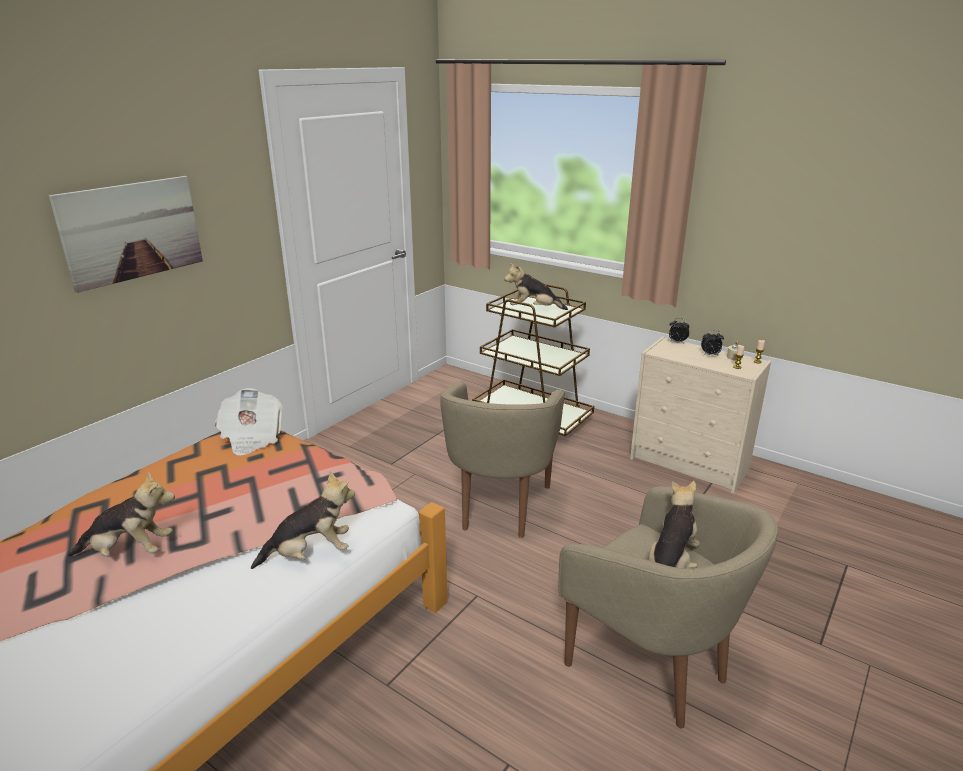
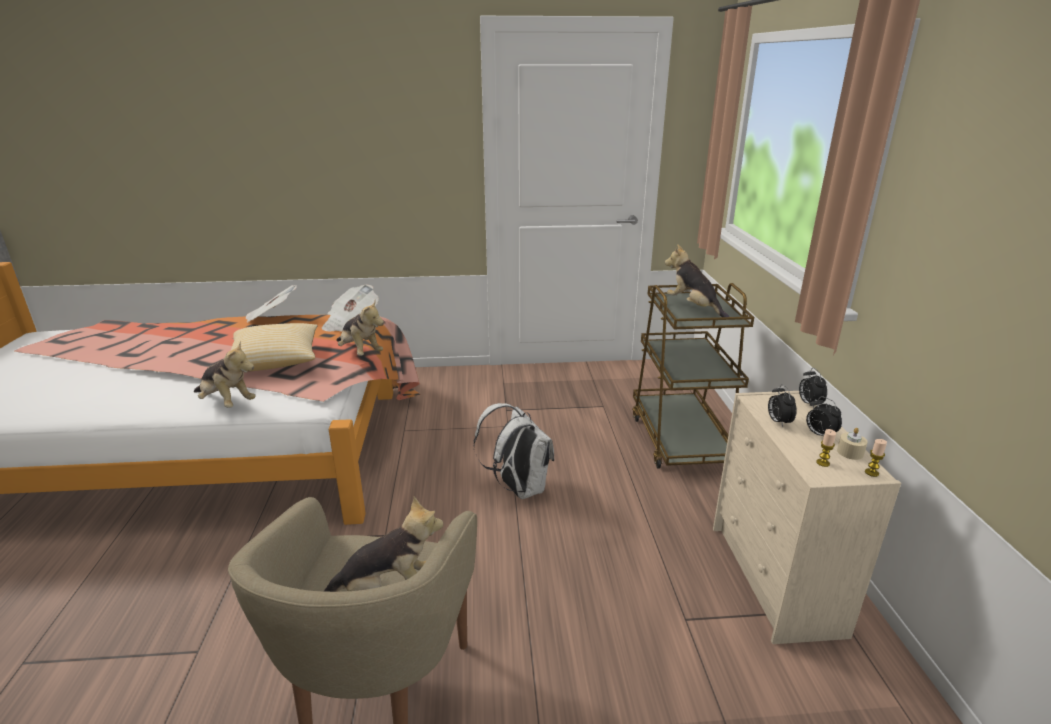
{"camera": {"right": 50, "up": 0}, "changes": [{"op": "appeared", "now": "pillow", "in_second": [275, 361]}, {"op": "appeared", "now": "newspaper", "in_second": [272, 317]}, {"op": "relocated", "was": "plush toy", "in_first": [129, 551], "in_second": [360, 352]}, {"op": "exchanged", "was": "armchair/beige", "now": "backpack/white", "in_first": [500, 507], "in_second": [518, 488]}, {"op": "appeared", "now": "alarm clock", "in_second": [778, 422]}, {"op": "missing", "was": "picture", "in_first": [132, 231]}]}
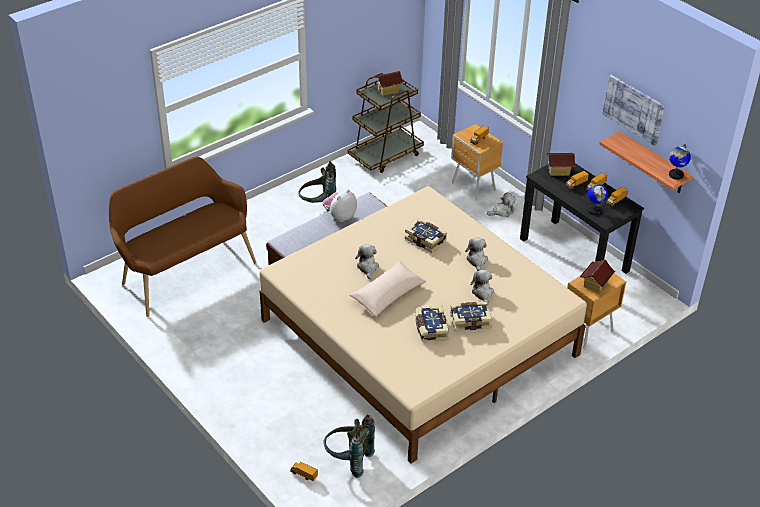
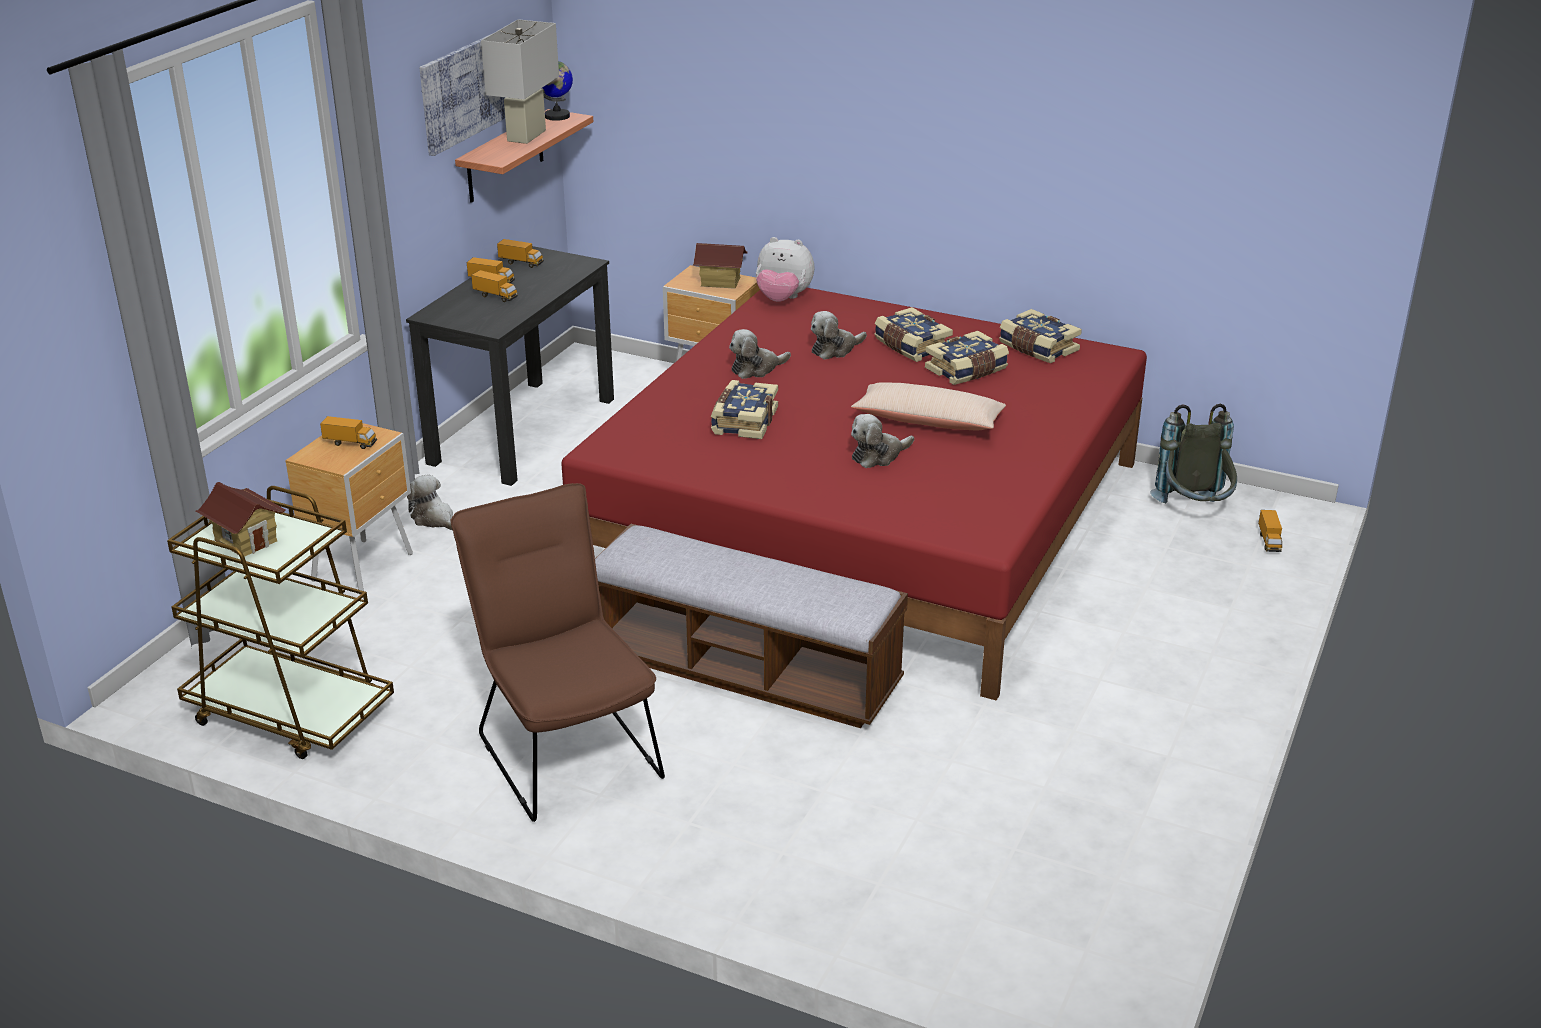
{"camera": {"right": -115, "up": -10}, "changes": [{"op": "exchanged", "was": "backpack/grey", "now": "chair/brown", "in_first": [319, 207], "in_second": [564, 748]}, {"op": "appeared", "now": "table lamp/white", "in_second": [526, 136]}, {"op": "colour", "was": "bed/beige", "now": "bed/red", "in_first": [418, 337], "in_second": [867, 521]}, {"op": "relocated", "was": "plush toy", "in_first": [340, 216], "in_second": [783, 299]}, {"op": "appeared", "now": "book", "in_second": [1037, 348]}, {"op": "missing", "was": "bench/brown", "in_first": [184, 271]}, {"op": "missing", "was": "toy house", "in_first": [559, 171]}, {"op": "missing", "was": "globe", "in_first": [594, 210]}]}
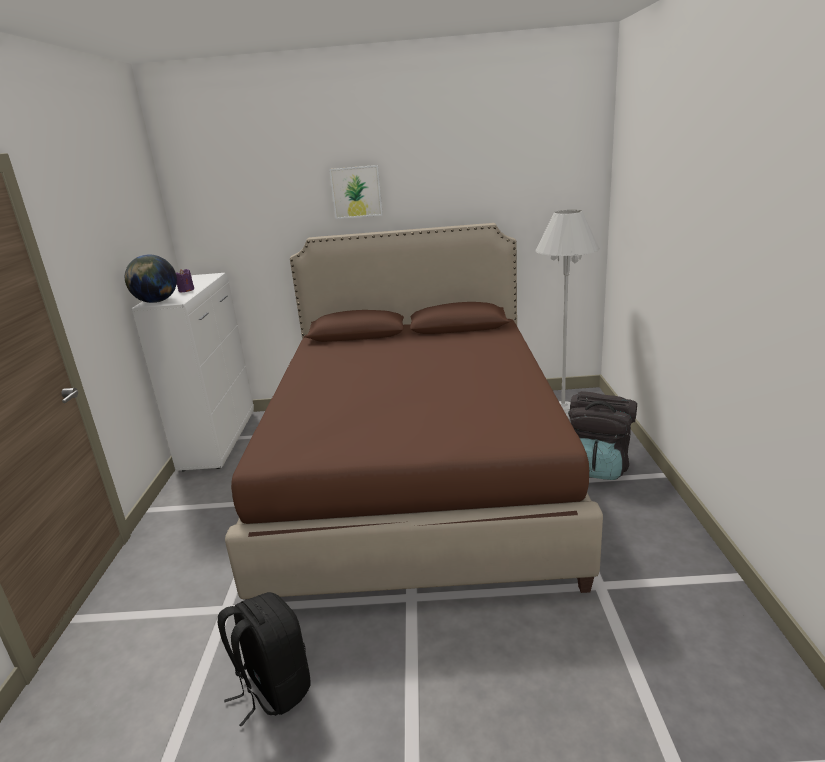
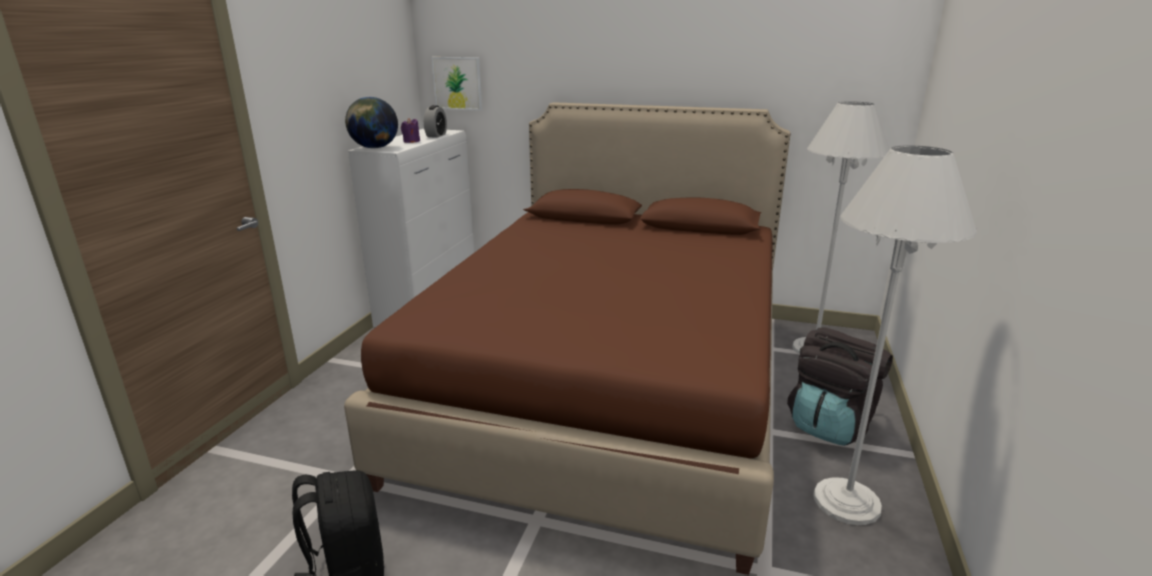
{"camera": {"right": 15, "up": 0}, "changes": [{"op": "appeared", "now": "alarm clock", "in_second": [436, 135]}, {"op": "relocated", "was": "picture", "in_first": [356, 192], "in_second": [457, 83]}, {"op": "appeared", "now": "floor lamp/white", "in_second": [847, 502]}]}
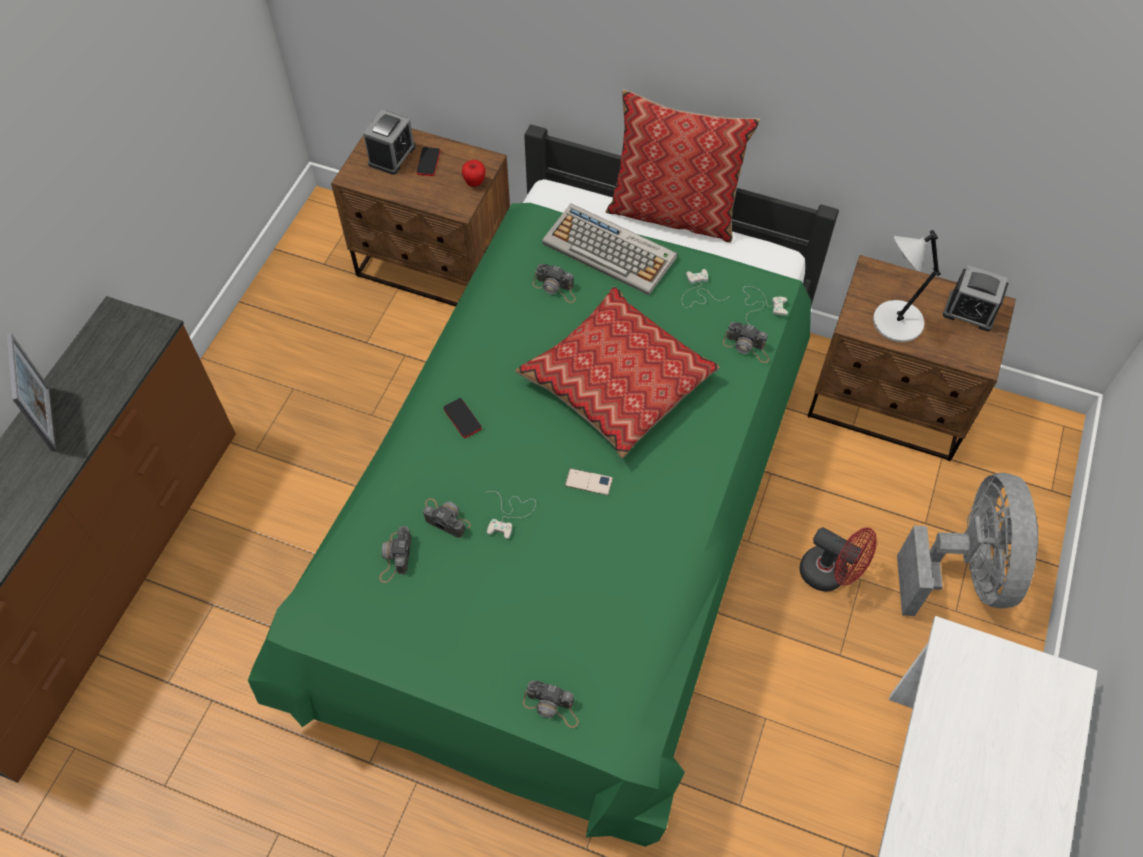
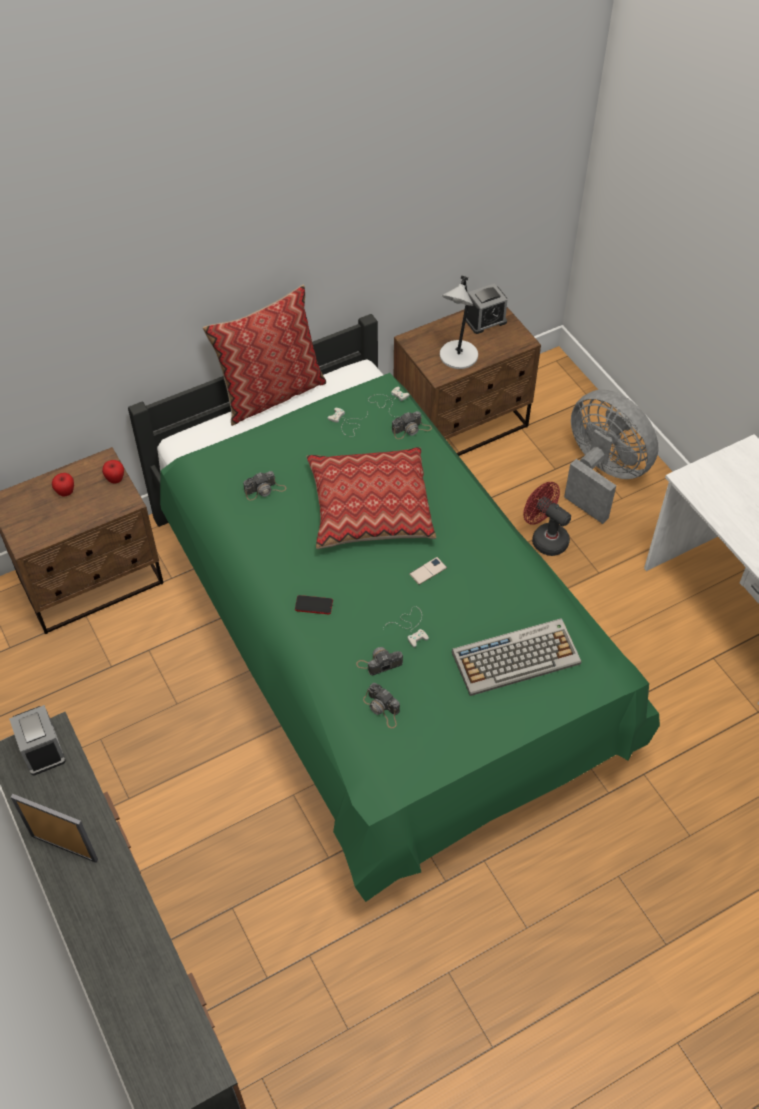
{"camera": {"right": -50, "up": -5}, "changes": [{"op": "relocated", "was": "alarm clock", "in_first": [392, 155], "in_second": [42, 749]}, {"op": "exchanged", "was": "phone", "now": "apple", "in_first": [428, 162], "in_second": [65, 492]}, {"op": "relocated", "was": "keyboard", "in_first": [610, 250], "in_second": [516, 657]}, {"op": "spun", "was": "fan/red", "in_first": [830, 574], "in_second": [545, 538], "clockwise": -120}, {"op": "missing", "was": "photo camera", "in_first": [552, 707]}]}
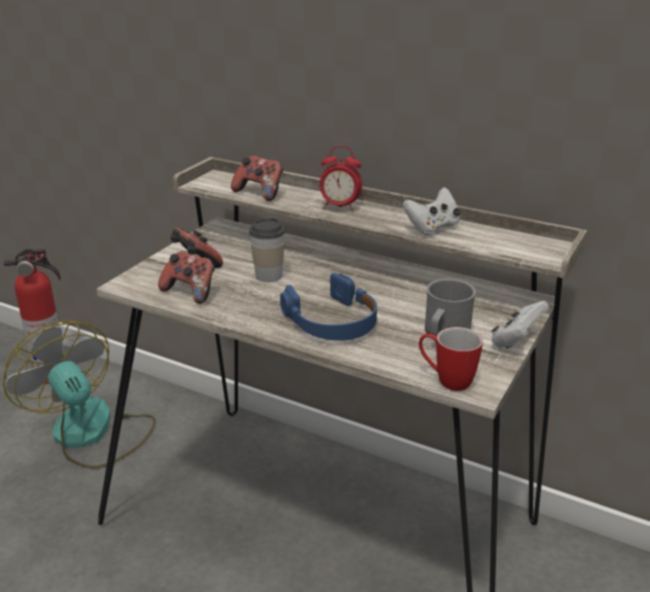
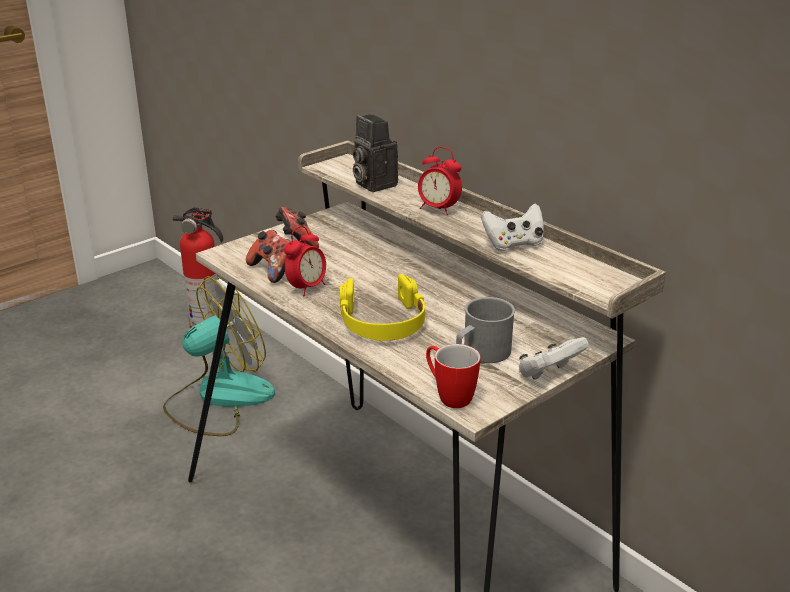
{"camera": {"right": 20, "up": 0}, "changes": [{"op": "spun", "was": "fan", "in_first": [91, 434], "in_second": [218, 398], "clockwise": 75}, {"op": "appeared", "now": "alarm clock", "in_second": [306, 288]}, {"op": "colour", "was": "headphones/blue", "now": "headphones/yellow", "in_first": [332, 321], "in_second": [383, 321]}, {"op": "exchanged", "was": "game controller", "now": "photo camera", "in_first": [259, 193], "in_second": [372, 184]}, {"op": "missing", "was": "cup", "in_first": [268, 276]}]}
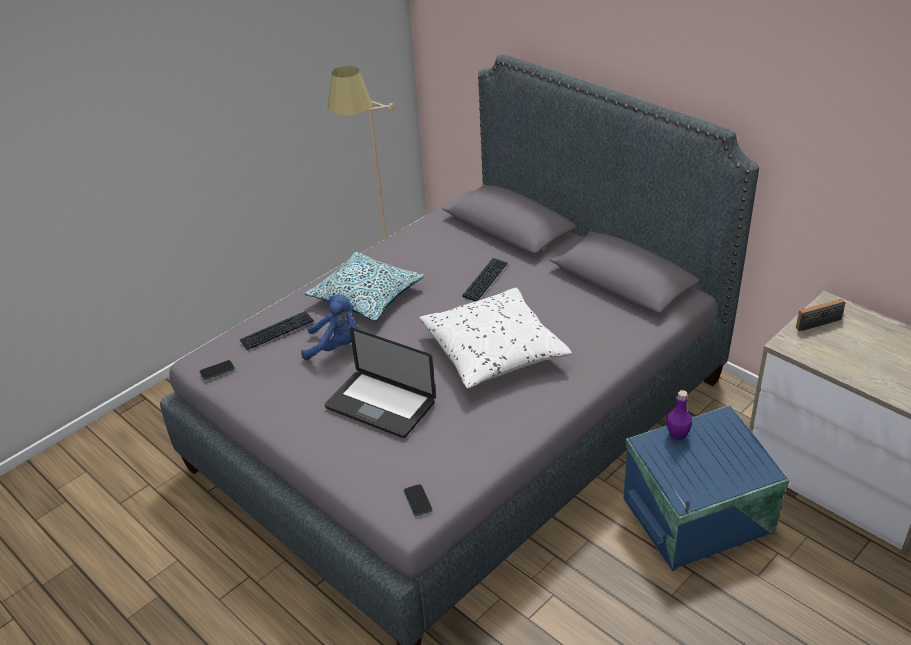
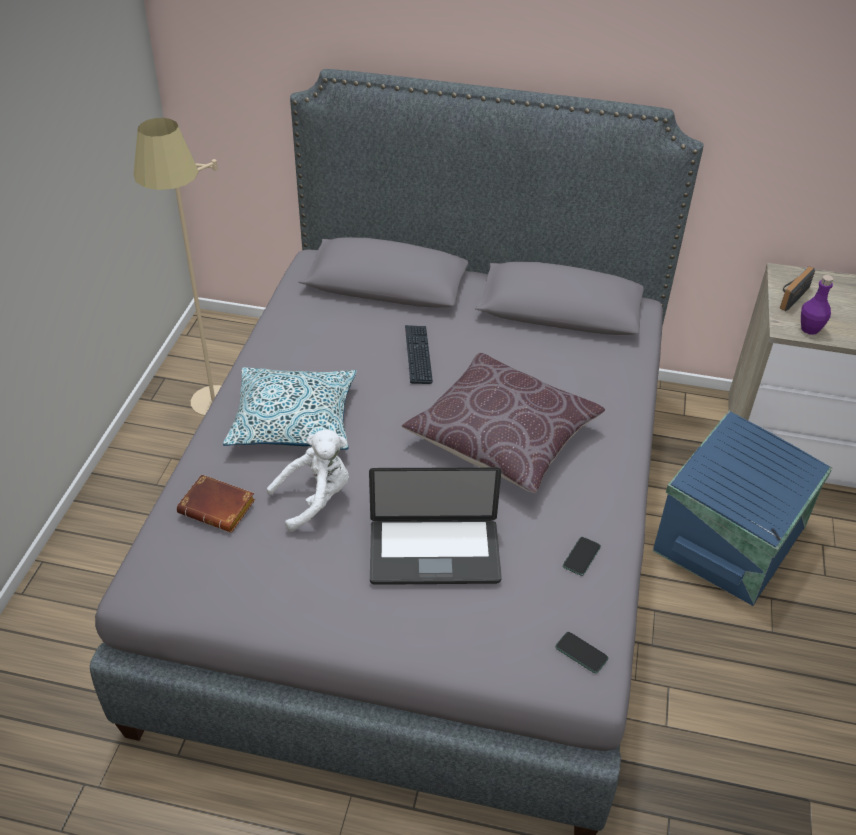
{"camera": {"right": -35, "up": 5}, "changes": [{"op": "exchanged", "was": "keyboard", "now": "book/brown", "in_first": [277, 331], "in_second": [219, 507]}, {"op": "colour", "was": "plush toy/blue", "now": "plush toy/white", "in_first": [336, 346], "in_second": [315, 499]}, {"op": "colour", "was": "pillow/white", "now": "pillow/brown", "in_first": [493, 351], "in_second": [502, 437]}, {"op": "relocated", "was": "phone", "in_first": [217, 370], "in_second": [581, 556]}, {"op": "relocated", "was": "bottle/purple", "in_first": [677, 434], "in_second": [810, 329]}]}
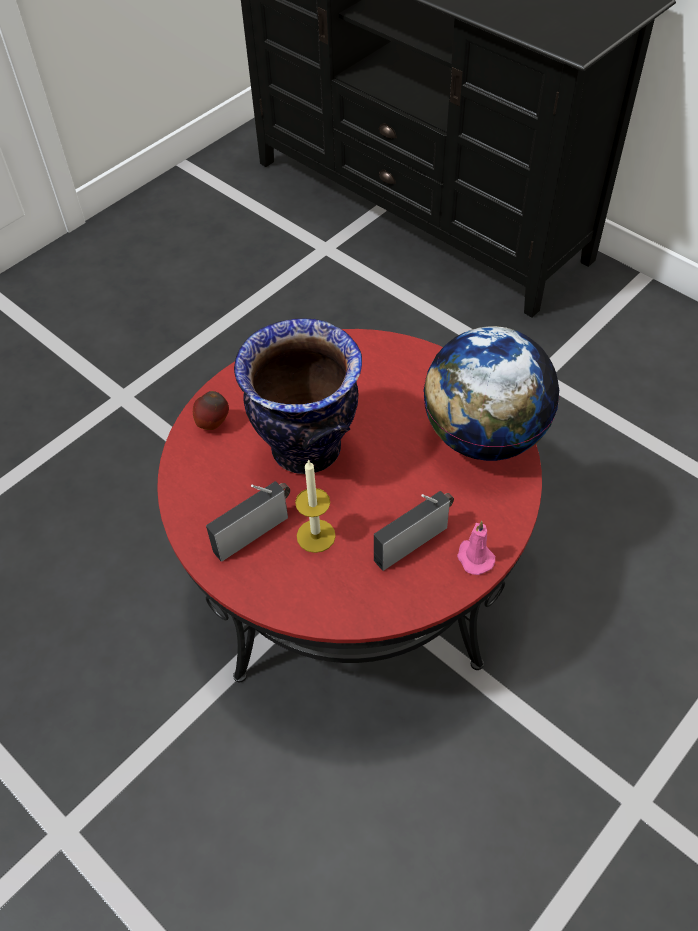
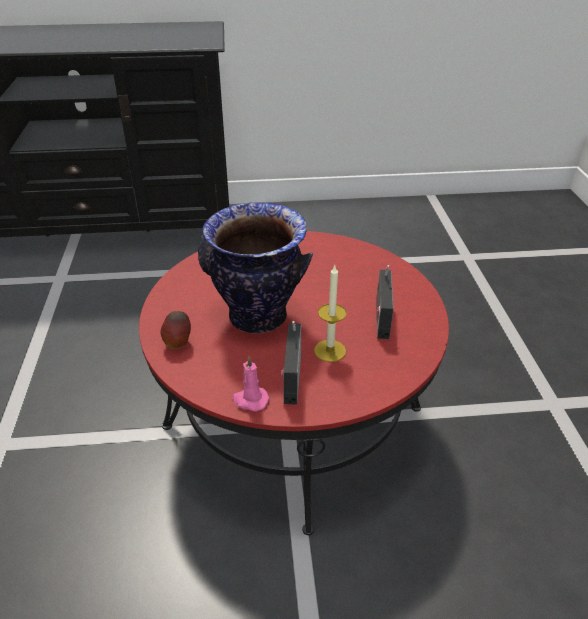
{"camera": {"right": -50, "up": -15}, "changes": [{"op": "relocated", "was": "candle/pink", "in_first": [474, 557], "in_second": [250, 400]}, {"op": "missing", "was": "globe", "in_first": [483, 435]}]}
